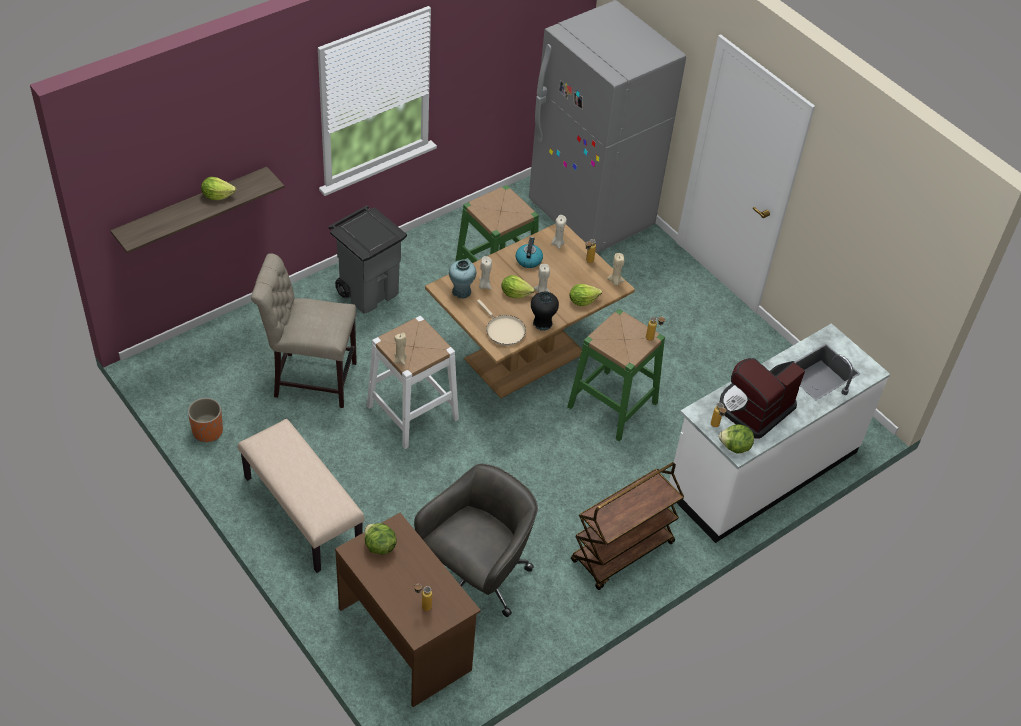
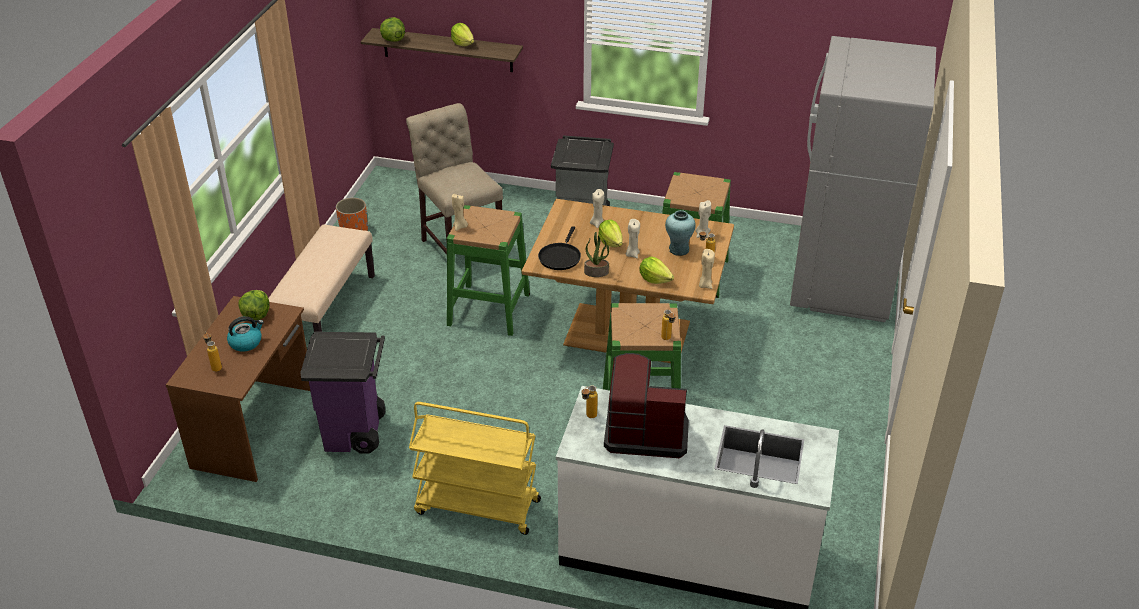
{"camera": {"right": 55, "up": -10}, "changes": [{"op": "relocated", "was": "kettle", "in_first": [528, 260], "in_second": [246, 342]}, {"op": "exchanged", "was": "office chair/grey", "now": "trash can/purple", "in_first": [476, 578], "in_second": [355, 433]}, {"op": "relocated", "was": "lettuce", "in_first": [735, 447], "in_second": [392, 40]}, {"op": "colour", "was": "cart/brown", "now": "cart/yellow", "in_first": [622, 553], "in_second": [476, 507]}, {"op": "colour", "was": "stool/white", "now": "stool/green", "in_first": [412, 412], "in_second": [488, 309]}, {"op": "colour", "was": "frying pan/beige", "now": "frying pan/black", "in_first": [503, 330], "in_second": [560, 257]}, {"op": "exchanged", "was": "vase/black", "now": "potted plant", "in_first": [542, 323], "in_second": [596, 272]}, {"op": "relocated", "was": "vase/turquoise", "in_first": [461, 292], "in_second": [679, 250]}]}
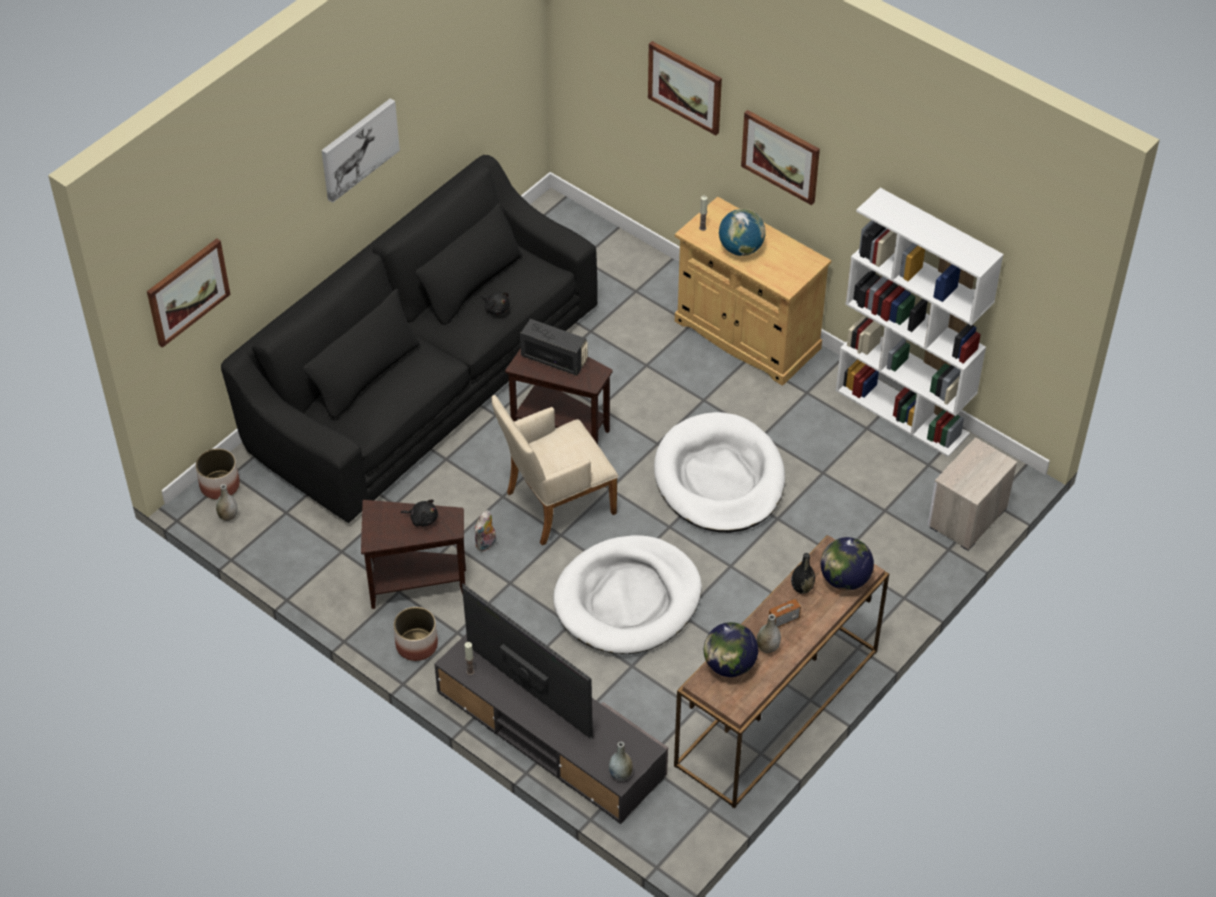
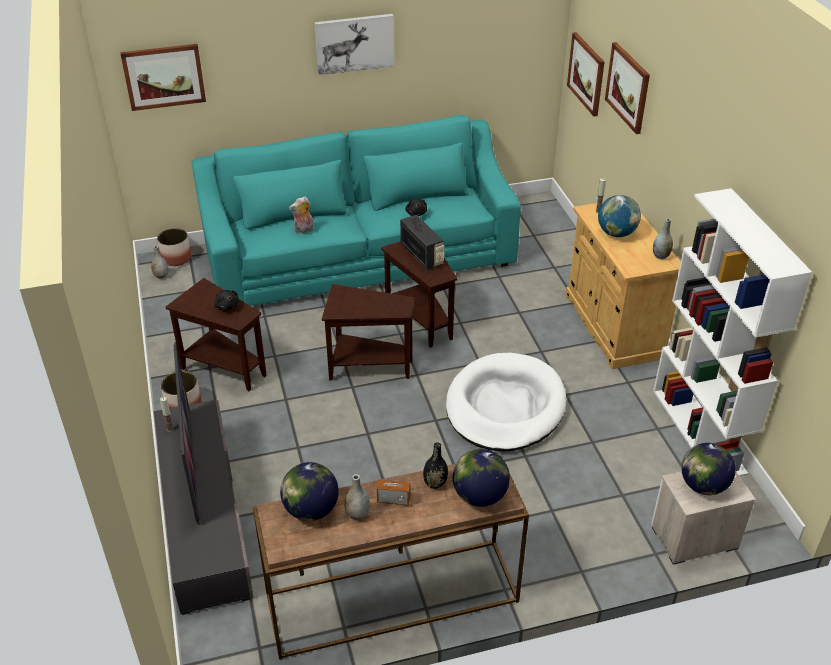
{"camera": {"right": 35, "up": -10}, "changes": [{"op": "colour", "was": "sofa/black", "now": "sofa/turquoise", "in_first": [422, 378], "in_second": [360, 255]}, {"op": "relocated", "was": "plush toy", "in_first": [486, 544], "in_second": [303, 230]}, {"op": "exchanged", "was": "armchair/beige", "now": "side table/brown", "in_first": [554, 505], "in_second": [367, 366]}, {"op": "relocated", "was": "picture", "in_first": [781, 156], "in_second": [586, 73]}, {"op": "relocated", "was": "vase/grey", "in_first": [620, 774], "in_second": [660, 256]}, {"op": "appeared", "now": "globe", "in_second": [703, 486]}, {"op": "missing", "was": "dog bed/white", "in_first": [628, 599]}]}
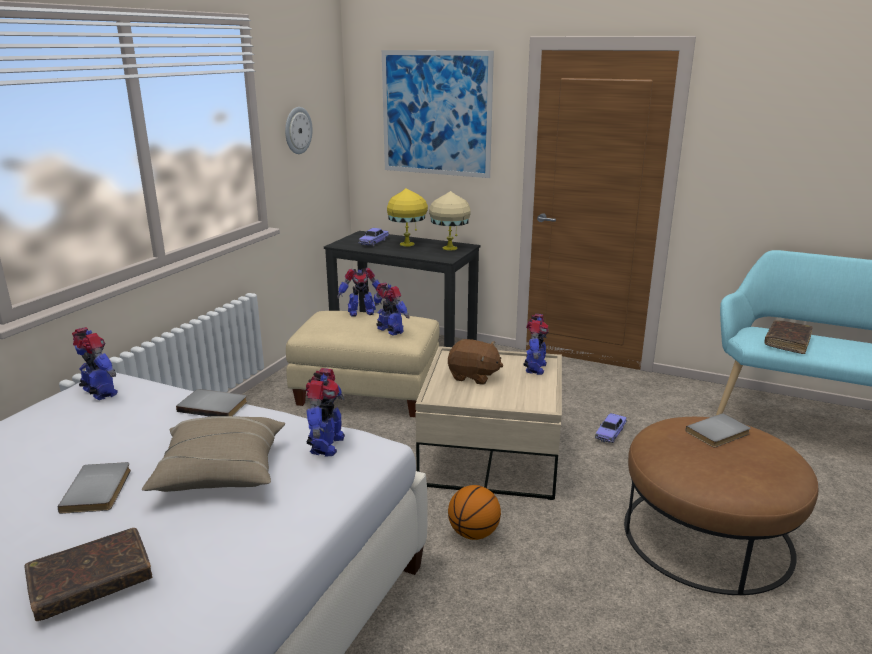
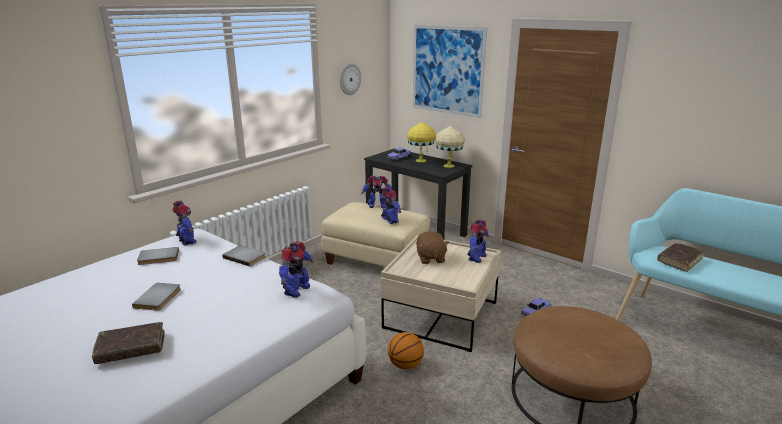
{"camera": {"right": 15, "up": 0}, "changes": [{"op": "relocated", "was": "book/grey", "in_first": [719, 433], "in_second": [158, 258]}, {"op": "spun", "was": "plush toy/brown", "in_first": [473, 376], "in_second": [430, 258], "clockwise": 45}, {"op": "missing", "was": "pillow/beige", "in_first": [220, 472]}]}
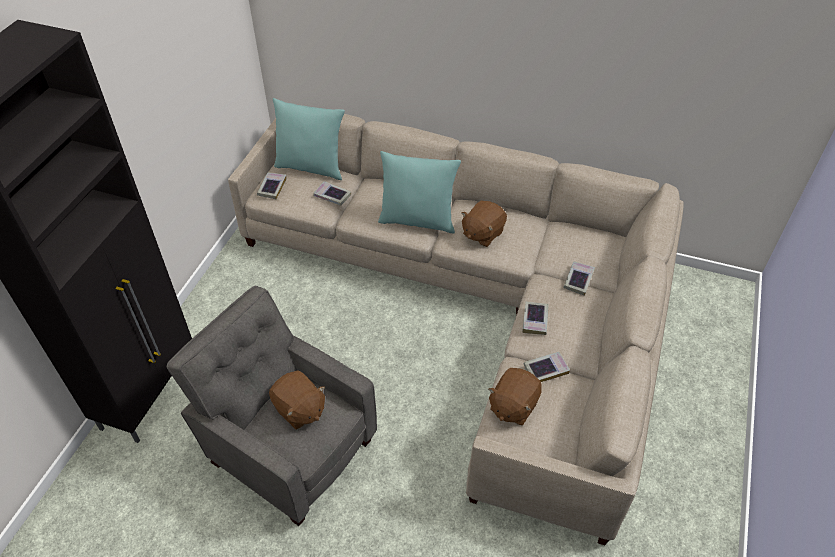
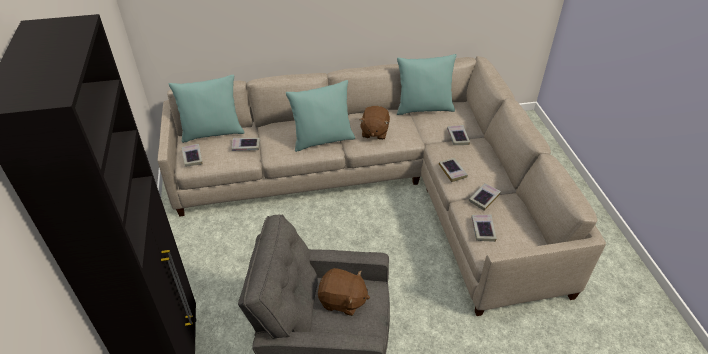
{"camera": {"right": -30, "up": -5}, "changes": [{"op": "appeared", "now": "pillow/turquoise", "in_second": [424, 108]}, {"op": "exchanged", "was": "plush toy/brown", "now": "book", "in_first": [512, 406], "in_second": [483, 229]}]}
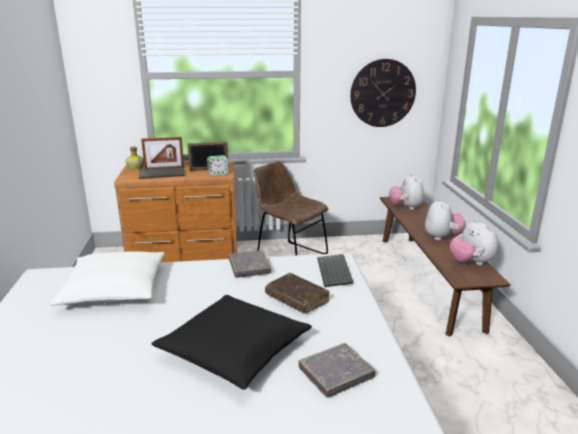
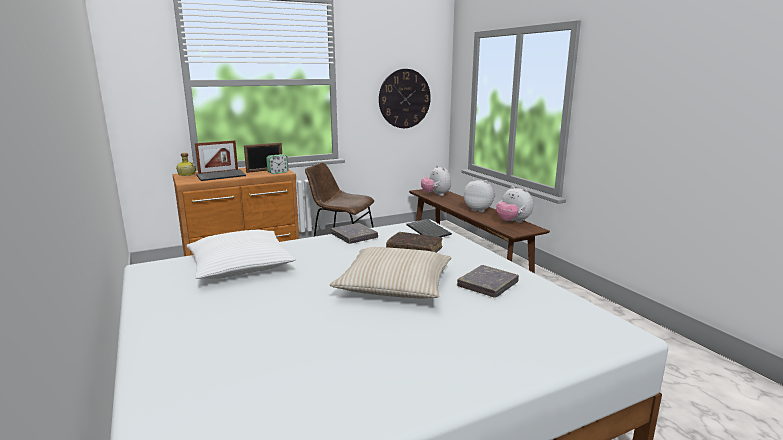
{"camera": {"right": -20, "up": -5}, "changes": [{"op": "colour", "was": "pillow/black", "now": "pillow/beige", "in_first": [234, 350], "in_second": [394, 285]}, {"op": "spun", "was": "plush toy", "in_first": [442, 237], "in_second": [479, 210], "clockwise": -45}]}
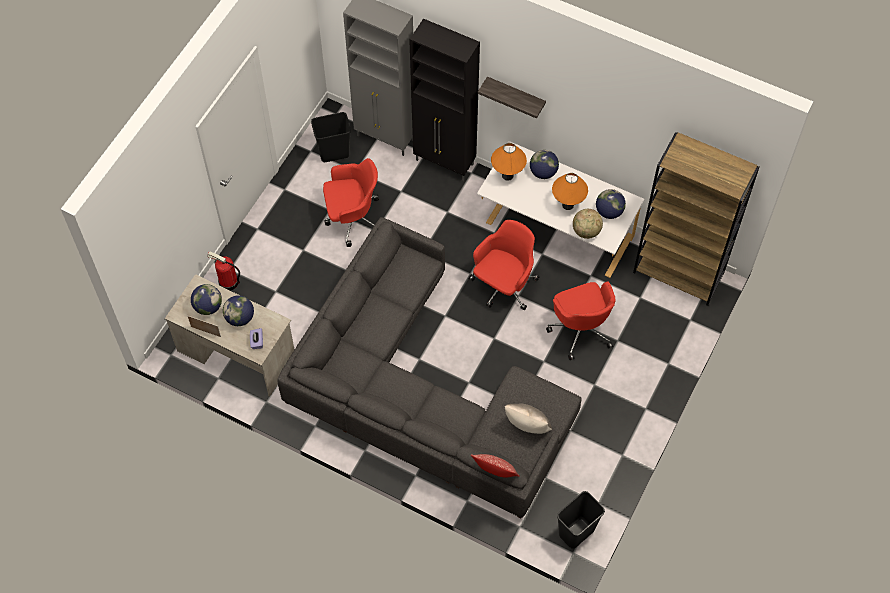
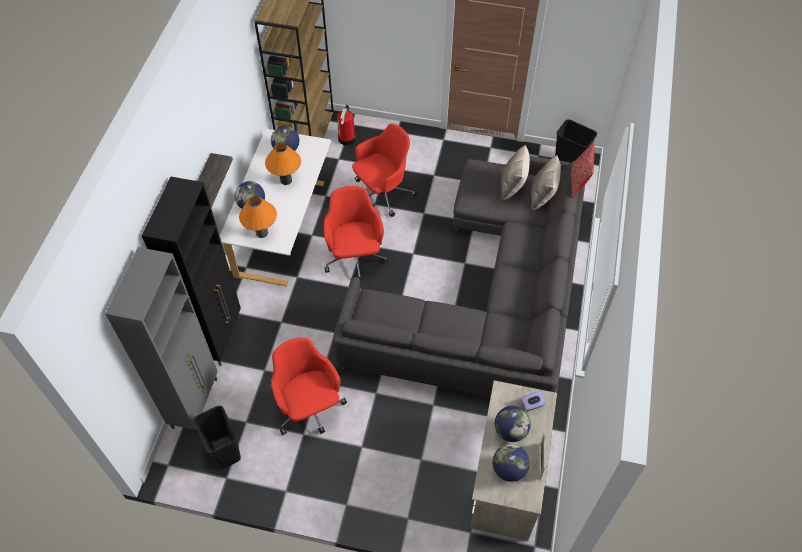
{"camera": {"right": -105, "up": -5}, "changes": [{"op": "spun", "was": "office chair/red", "in_first": [503, 286], "in_second": [355, 257], "clockwise": 60}, {"op": "relocated", "was": "fire extinguisher", "in_first": [228, 282], "in_second": [347, 139]}, {"op": "appeared", "now": "pillow/beige", "in_second": [542, 196]}, {"op": "missing", "was": "globe", "in_first": [586, 231]}]}
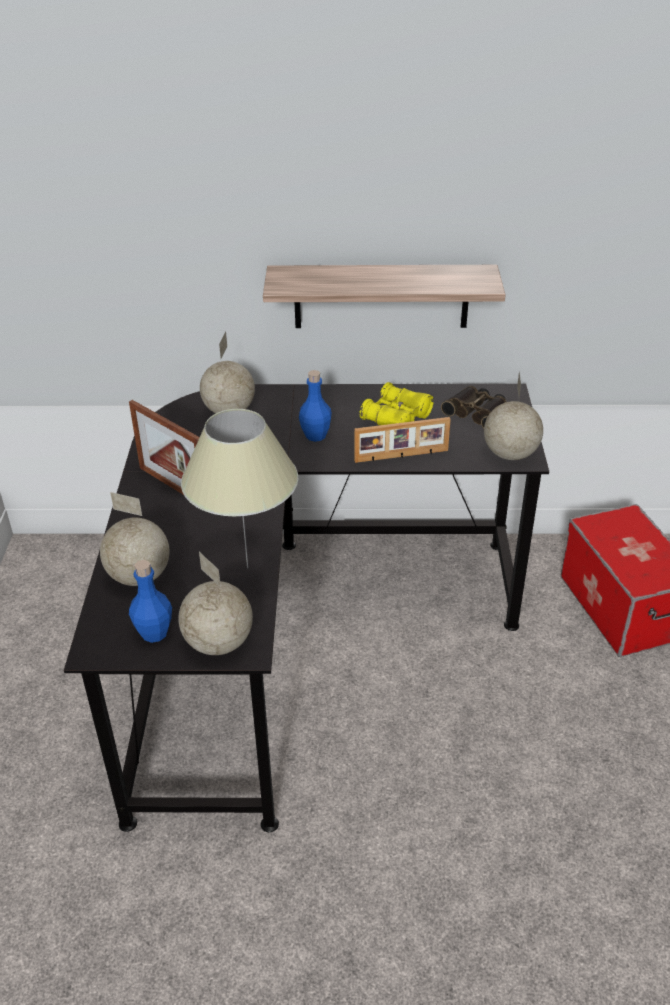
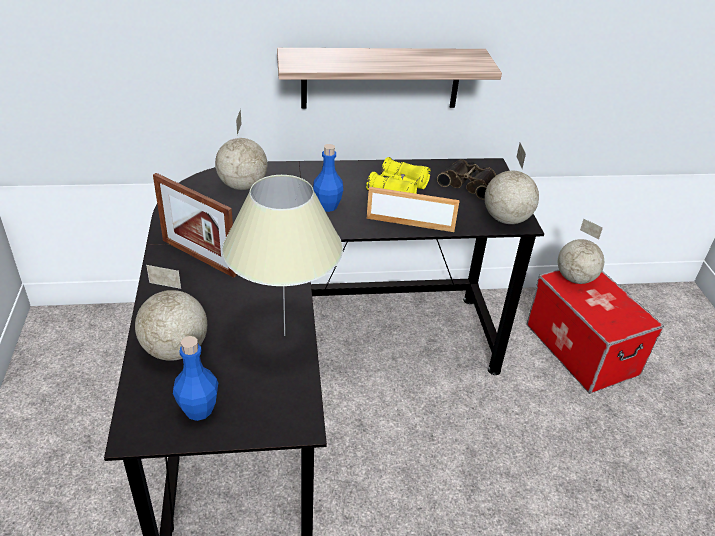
{"camera": {"right": -10, "up": 0}, "changes": [{"op": "spun", "was": "picture frame", "in_first": [401, 456], "in_second": [410, 223], "clockwise": -150}, {"op": "relocated", "was": "globe", "in_first": [218, 642], "in_second": [574, 278]}]}
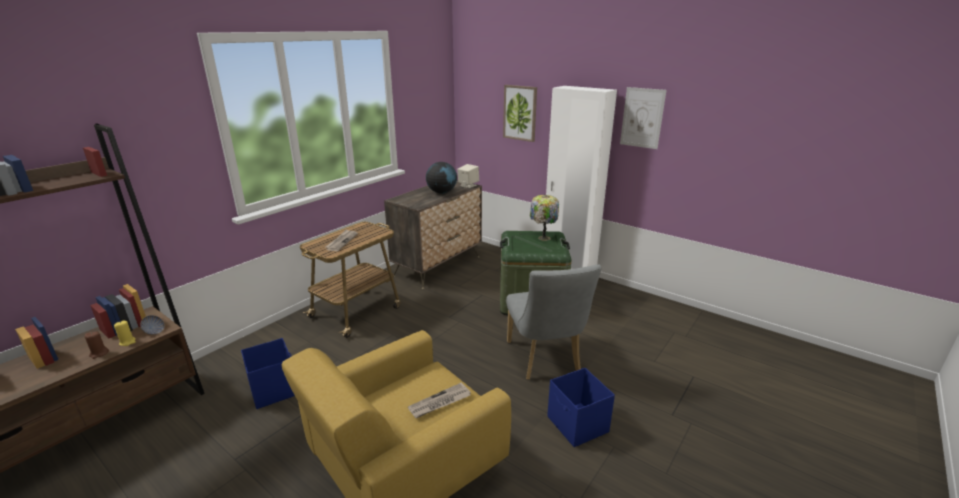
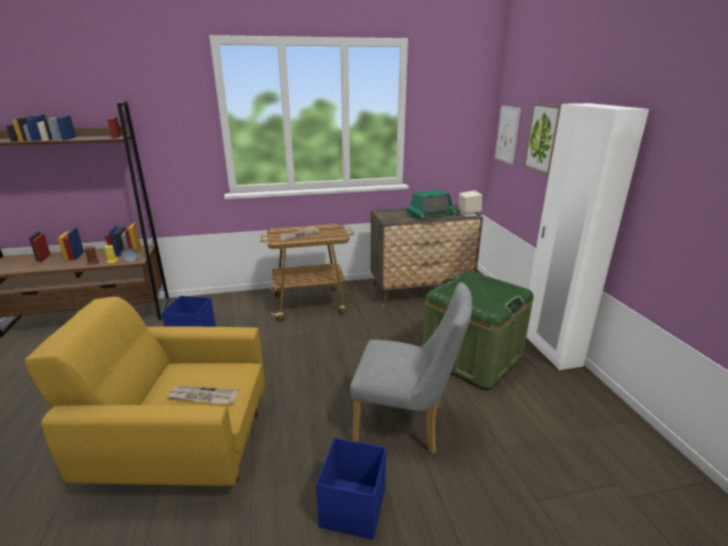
{"camera": {"right": 40, "up": 0}, "changes": [{"op": "spun", "was": "chair/grey", "in_first": [545, 360], "in_second": [406, 424], "clockwise": -105}, {"op": "exchanged", "was": "globe", "now": "radio", "in_first": [442, 192], "in_second": [431, 214]}, {"op": "relocated", "was": "picture", "in_first": [642, 118], "in_second": [507, 134]}, {"op": "missing", "was": "table lamp", "in_first": [543, 238]}]}
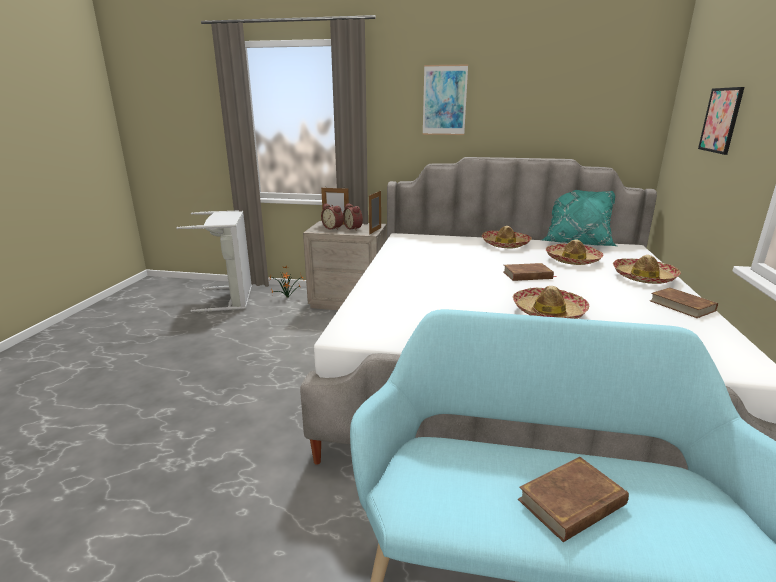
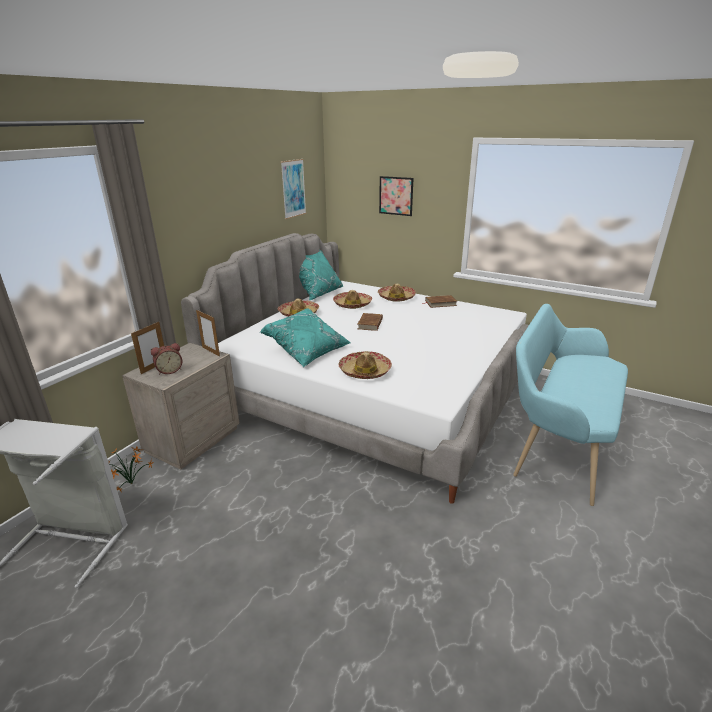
{"camera": {"right": -70, "up": 5}, "changes": [{"op": "appeared", "now": "pillow/turquoise", "in_second": [307, 350]}, {"op": "relocated", "was": "picture", "in_first": [444, 100], "in_second": [293, 188]}, {"op": "relocated", "was": "hat", "in_first": [548, 312], "in_second": [365, 371]}, {"op": "missing", "was": "alarm clock", "in_first": [354, 228]}, {"op": "missing", "was": "book/brown", "in_first": [572, 503]}]}
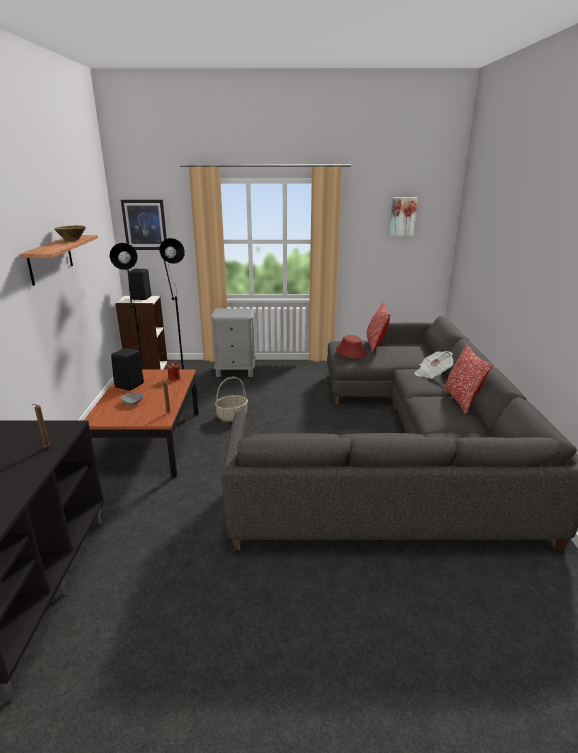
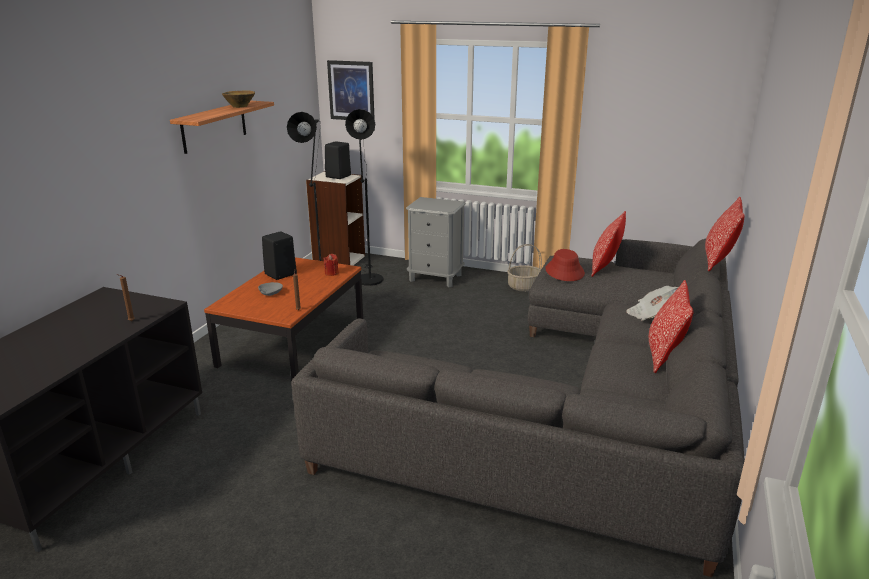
{"camera": {"right": 20, "up": 0}, "changes": [{"op": "relocated", "was": "basket", "in_first": [232, 416], "in_second": [524, 287]}, {"op": "appeared", "now": "pillow", "in_second": [718, 261]}, {"op": "missing", "was": "picture", "in_first": [402, 216]}]}
